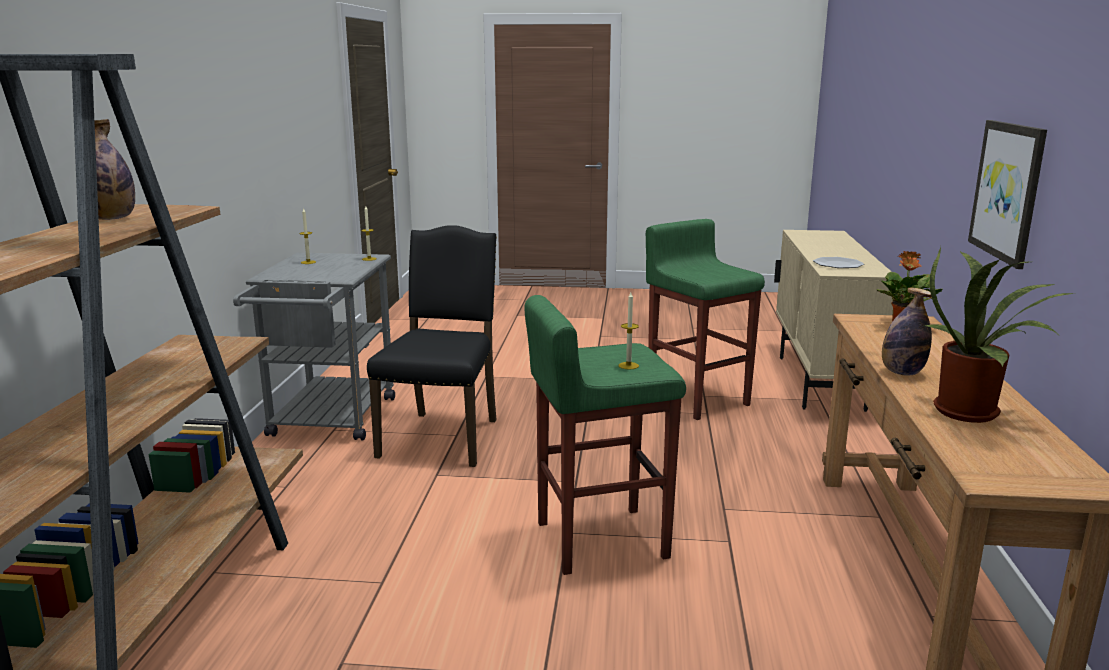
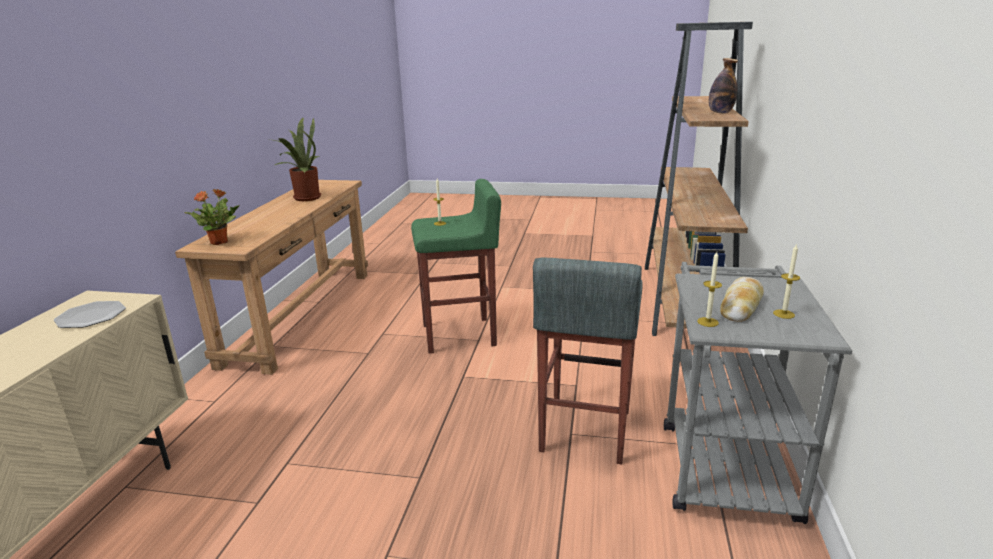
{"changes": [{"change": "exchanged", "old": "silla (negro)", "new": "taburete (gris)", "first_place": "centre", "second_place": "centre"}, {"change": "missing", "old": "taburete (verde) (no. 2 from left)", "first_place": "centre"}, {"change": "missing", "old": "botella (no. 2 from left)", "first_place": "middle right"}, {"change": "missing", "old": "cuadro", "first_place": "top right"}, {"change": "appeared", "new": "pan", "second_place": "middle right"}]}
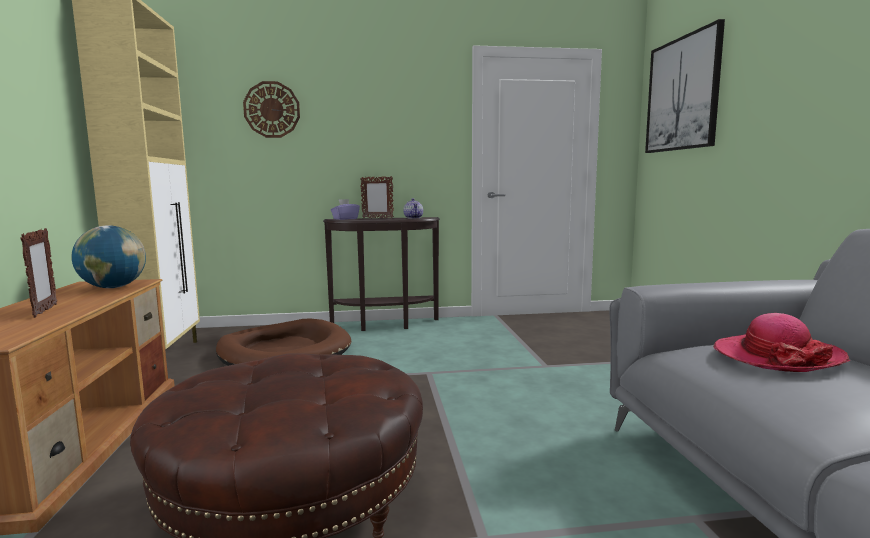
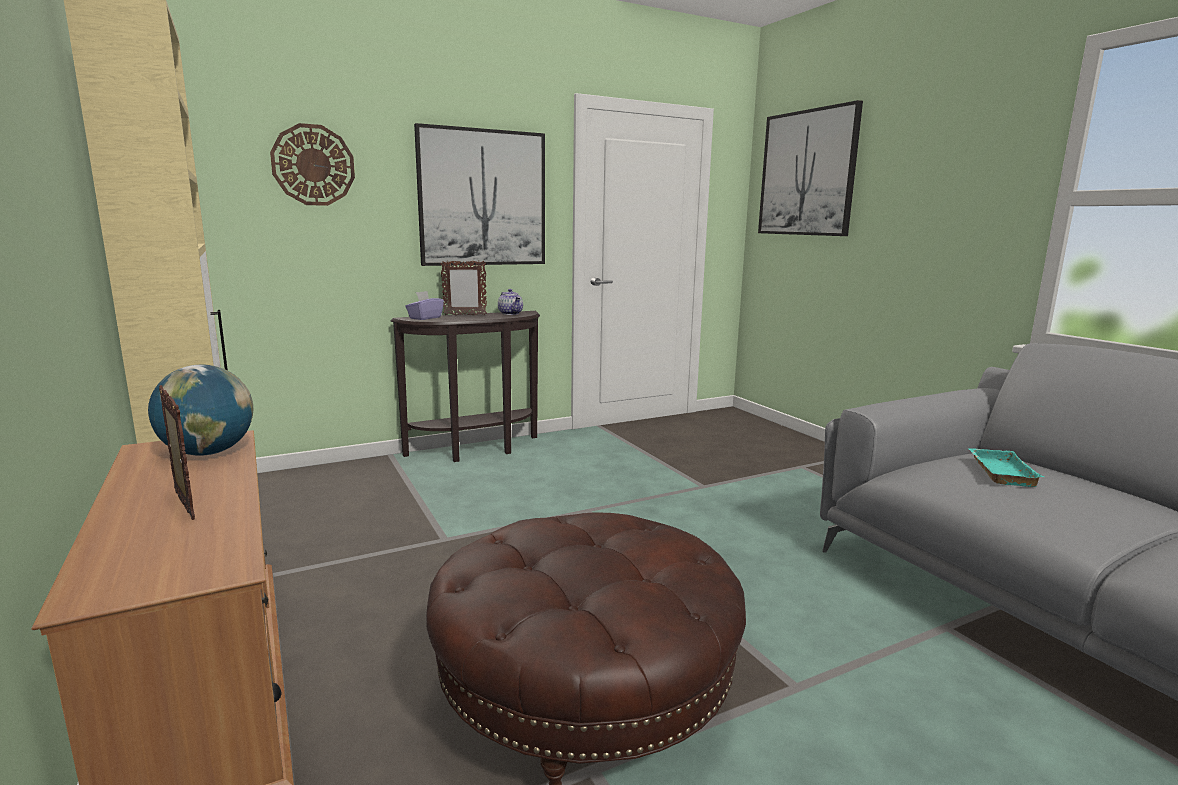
{"changes": [{"change": "missing", "old": "cama para perro (marrón)", "first_place": "middle left"}, {"change": "exchanged", "old": "sombrero", "new": "bandeja (turquesa)", "first_place": "middle right", "second_place": "middle right"}, {"change": "appeared", "new": "cuadro (no. 1 from left)", "second_place": "top centre"}]}
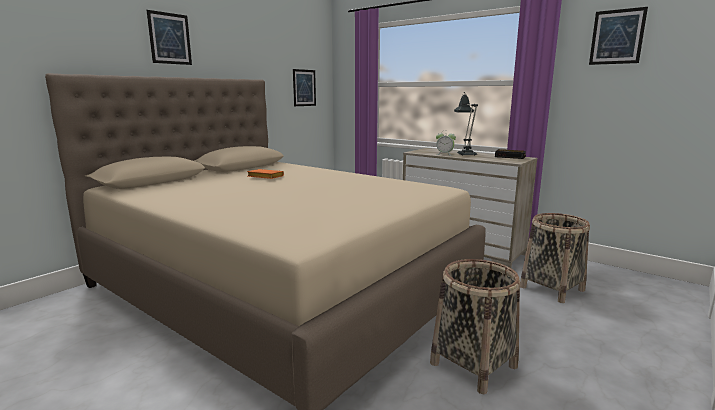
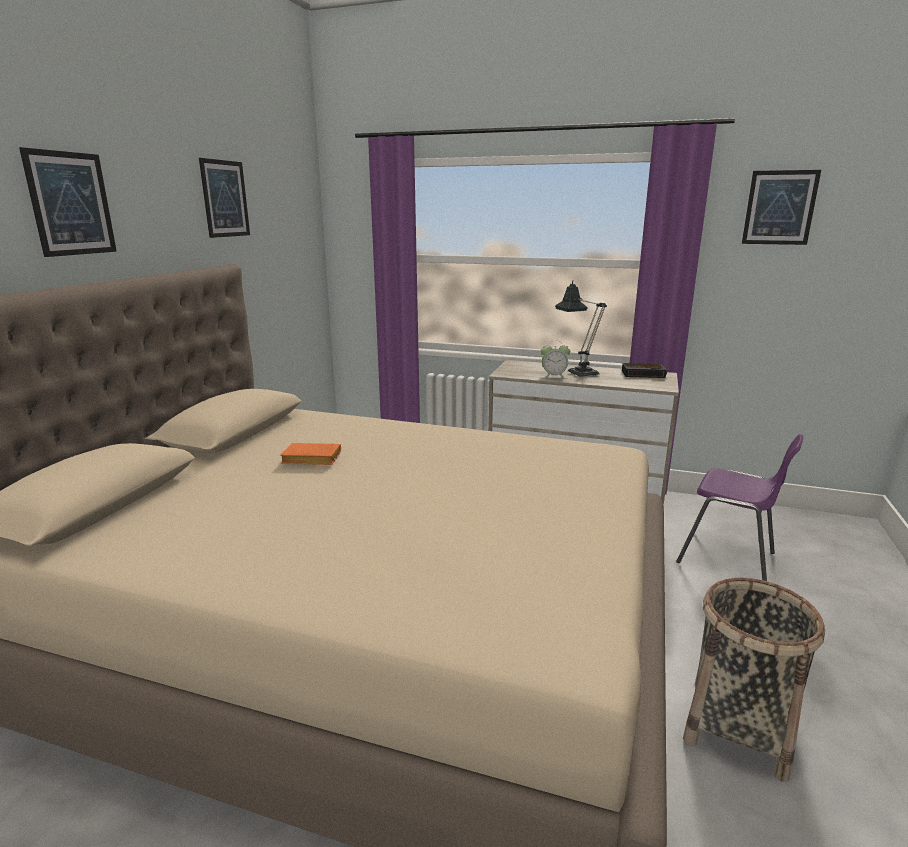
{"changes": [{"change": "relocated", "old": "cuadro (no. 2 from left)", "first_place": "top centre", "second_place": "top left"}, {"change": "exchanged", "old": "cesta (no. 2 from left)", "new": "silla (morado)", "first_place": "middle right", "second_place": "middle right"}]}
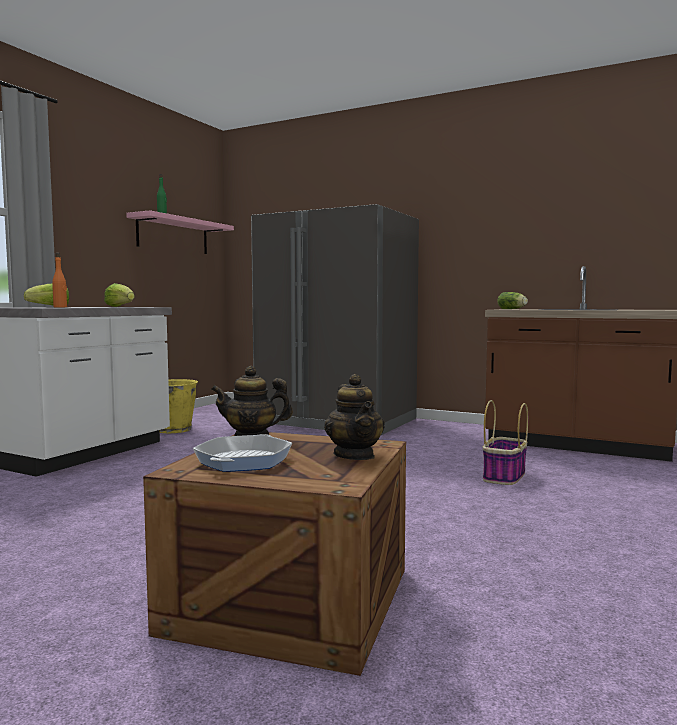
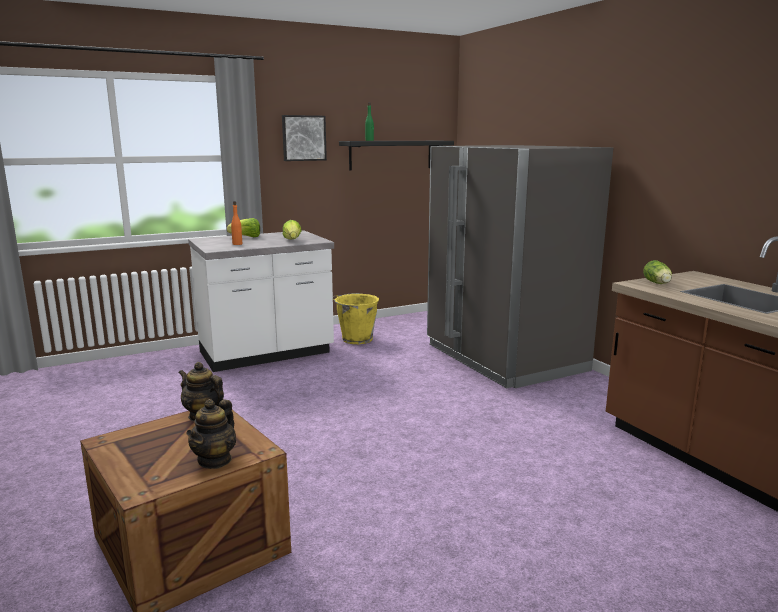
{"changes": [{"change": "colour", "old": "estante (rosa)", "new": "estante (negro)", "first_place": "top left", "second_place": "top centre"}, {"change": "missing", "old": "sartén", "first_place": "centre"}, {"change": "missing", "old": "cesta", "first_place": "middle right"}, {"change": "appeared", "new": "cuadro", "second_place": "top centre"}]}
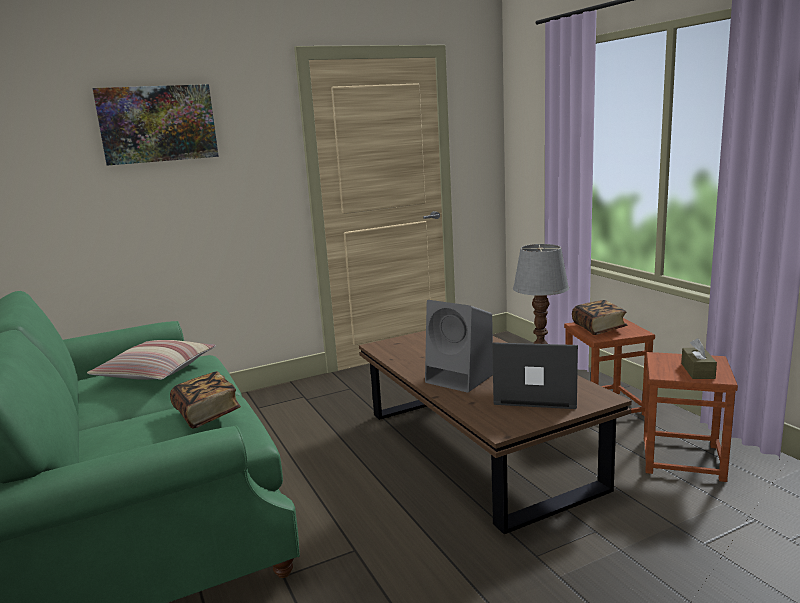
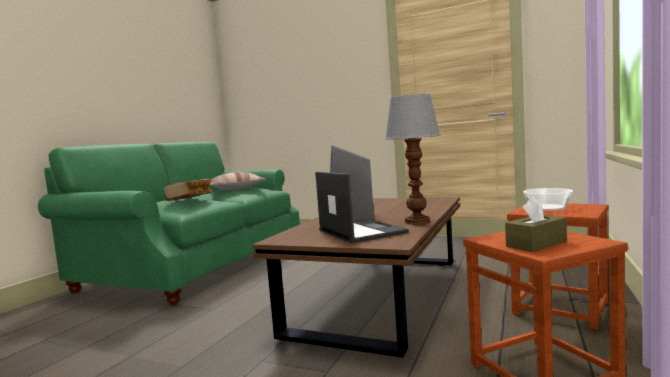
{"changes": [{"change": "missing", "old": "cuadro", "first_place": "top left"}, {"change": "exchanged", "old": "libro (no. 2 from left)", "new": "cuenco", "first_place": "middle right", "second_place": "middle right"}]}
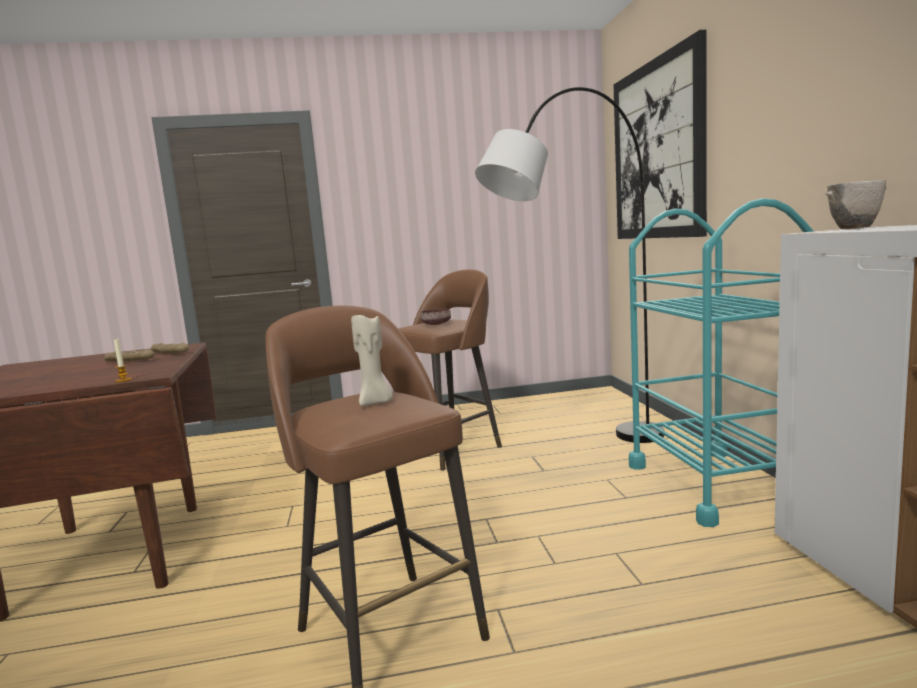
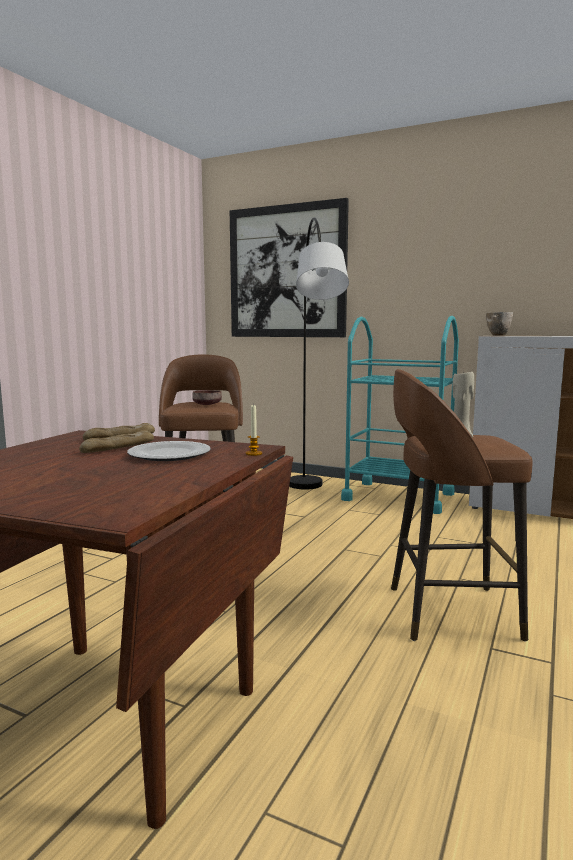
{"changes": [{"change": "appeared", "new": "plato", "second_place": "middle left"}]}
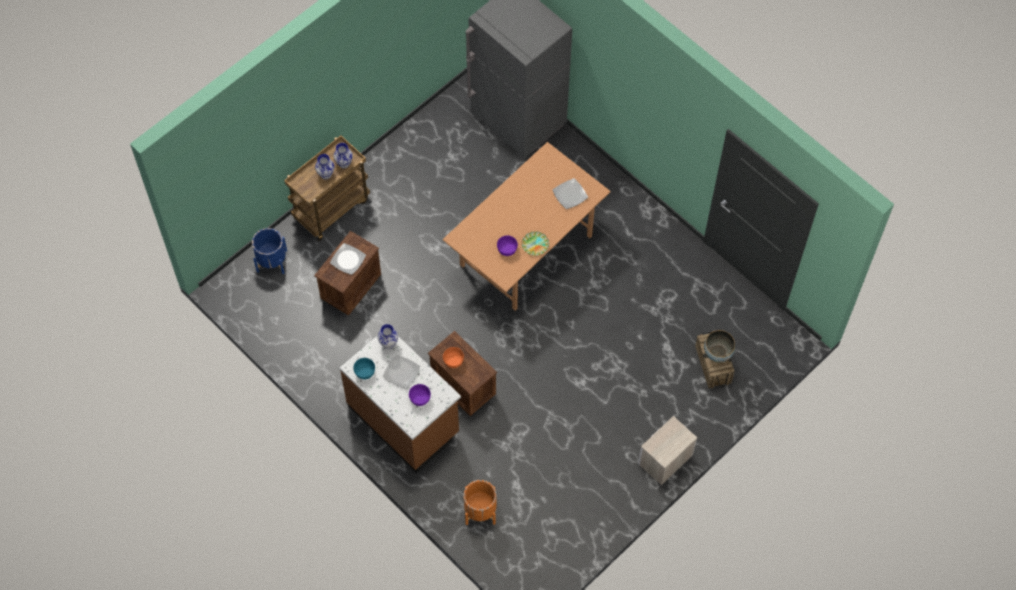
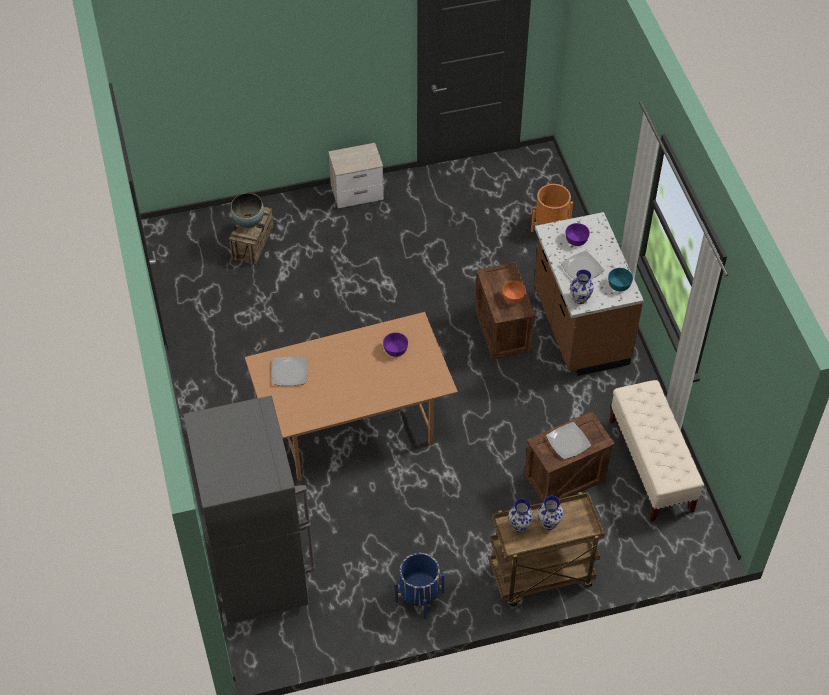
{"changes": [{"change": "relocated", "old": "maceta (azul)", "first_place": "middle left", "second_place": "bottom centre"}, {"change": "missing", "old": "plato (no. 3 from left)", "first_place": "centre"}, {"change": "appeared", "new": "banco (beis)", "second_place": "middle right"}]}
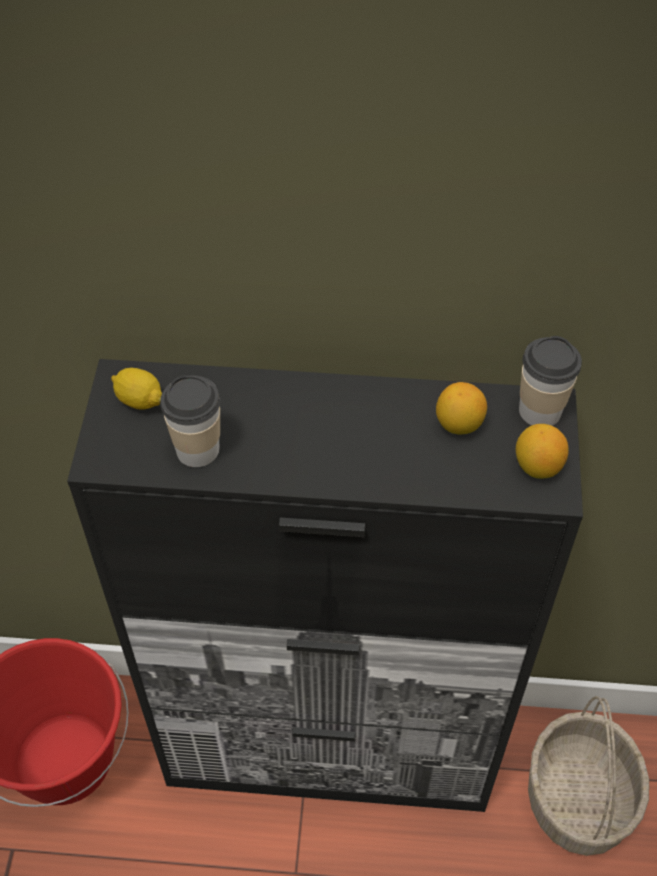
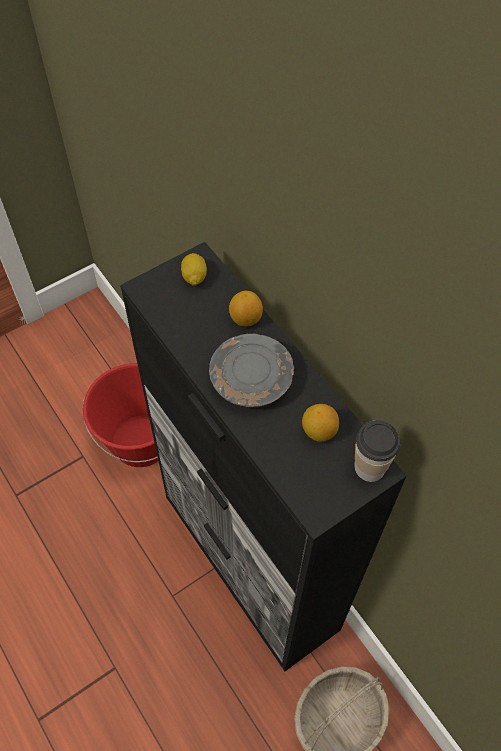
{"changes": [{"change": "missing", "old": "taza (no. 1 from left)", "first_place": "middle left"}, {"change": "relocated", "old": "limón (no. 3 from left in the first image)", "new": "limón (no. 2 from left)", "first_place": "middle right", "second_place": "centre"}, {"change": "appeared", "new": "plato (gris)", "second_place": "centre"}]}
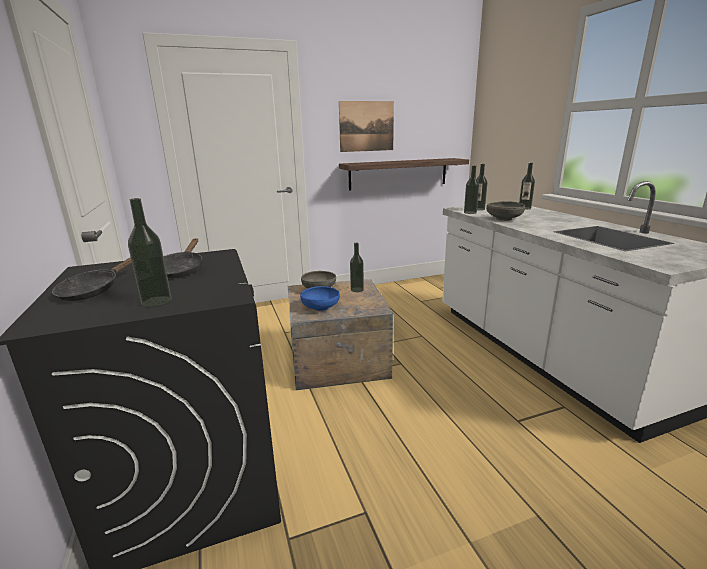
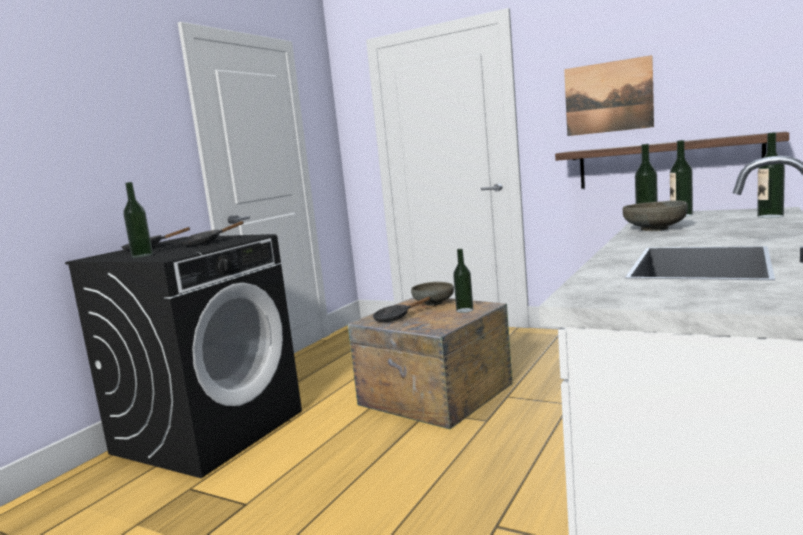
{"changes": [{"change": "exchanged", "old": "cuenco (azul)", "new": "sartén (negro) (no. 3 from left)", "first_place": "centre", "second_place": "centre"}]}
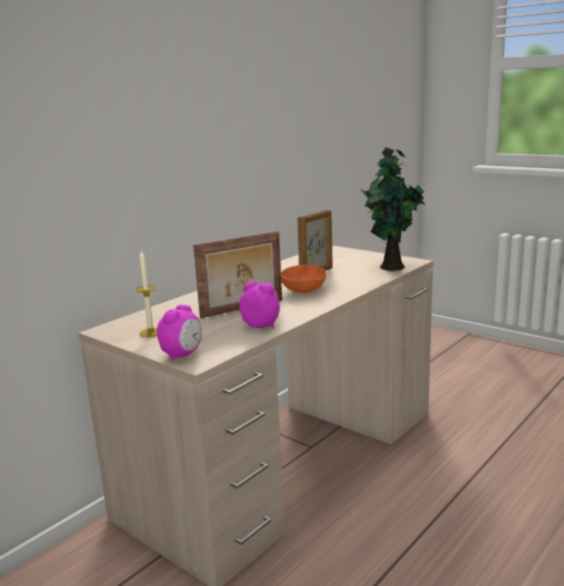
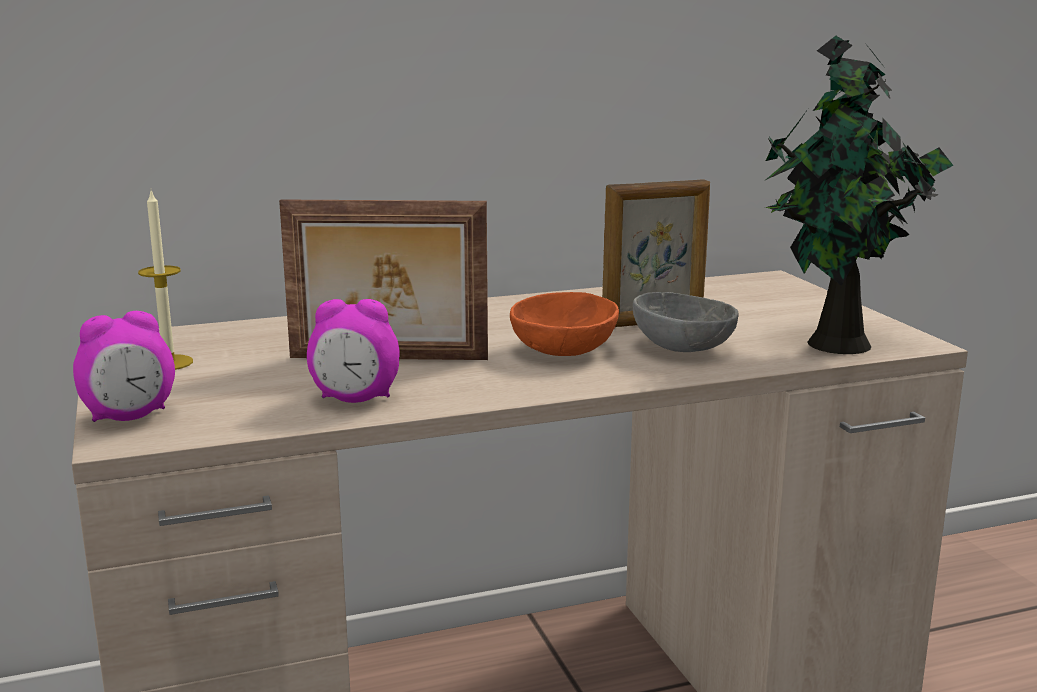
{"changes": [{"change": "spun", "old": "despertador (no. 2 from left)", "first_place": "centre", "second_place": "centre", "degrees": 120}, {"change": "appeared", "new": "cuenco (gris)", "second_place": "centre"}]}
